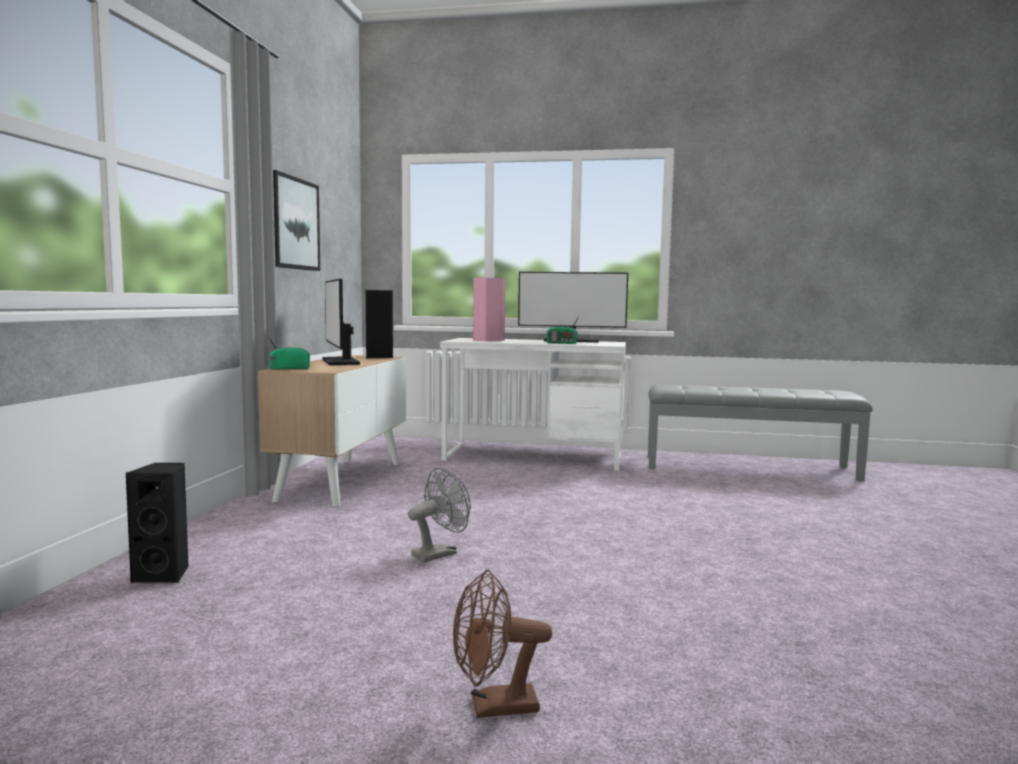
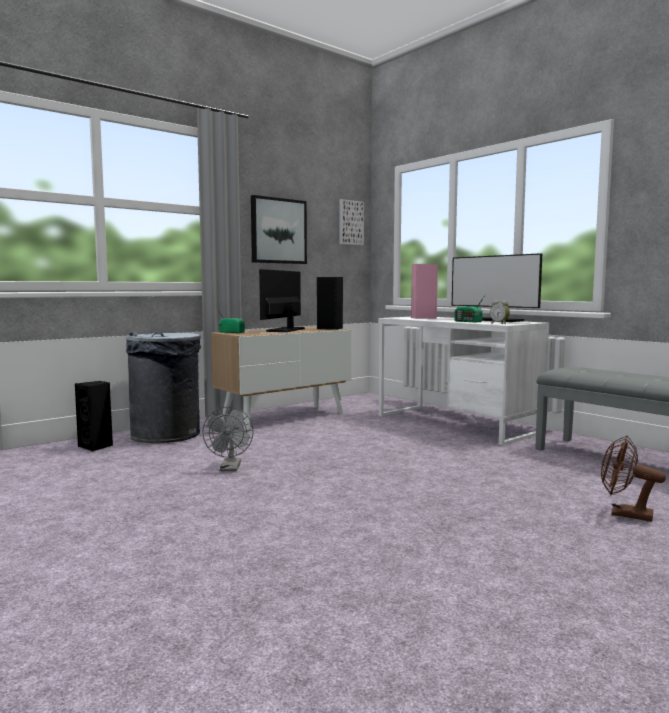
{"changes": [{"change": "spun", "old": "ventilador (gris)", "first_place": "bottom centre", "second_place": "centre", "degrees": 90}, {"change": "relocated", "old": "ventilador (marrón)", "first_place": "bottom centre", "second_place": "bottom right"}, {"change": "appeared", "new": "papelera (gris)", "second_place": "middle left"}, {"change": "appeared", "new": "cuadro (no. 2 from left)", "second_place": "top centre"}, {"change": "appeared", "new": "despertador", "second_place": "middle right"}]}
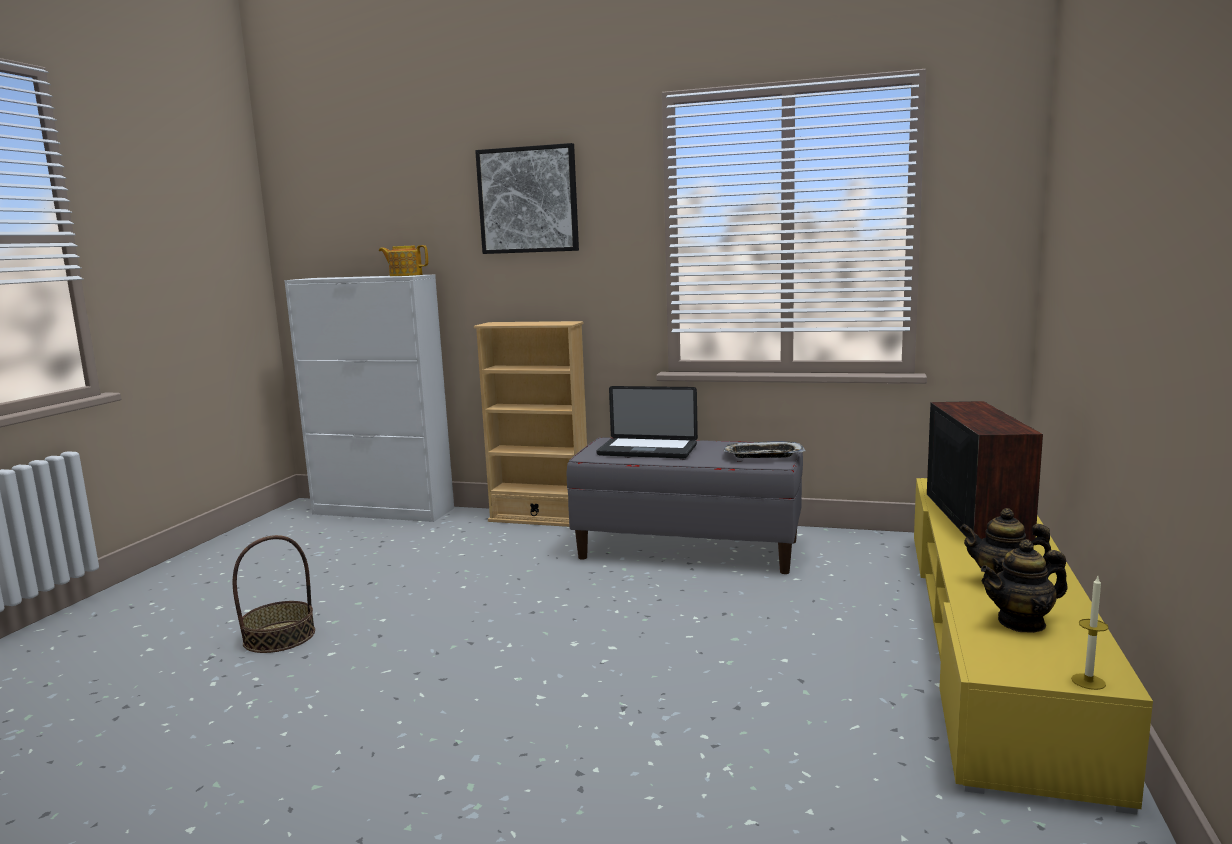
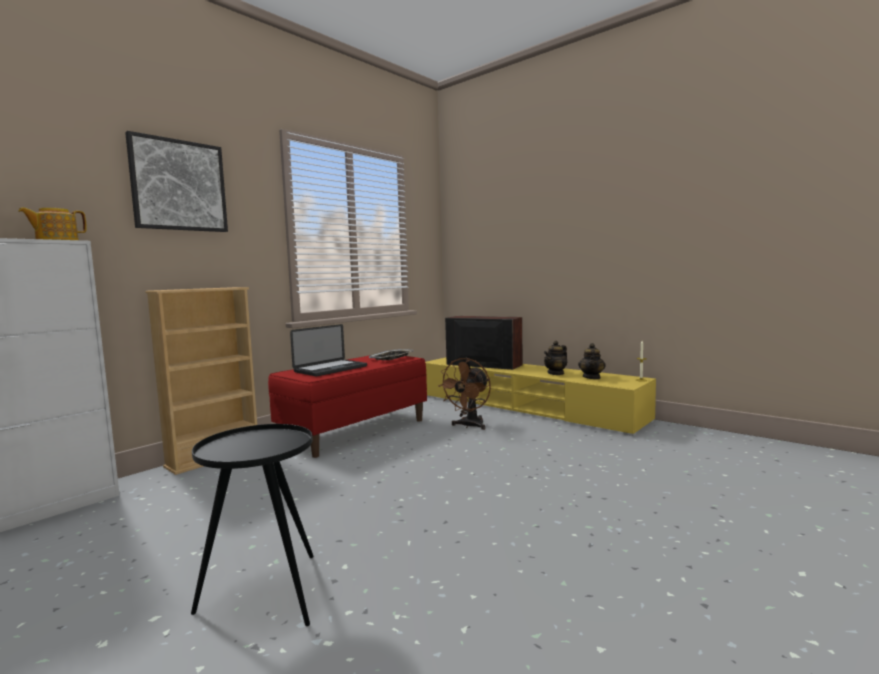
{"changes": [{"change": "exchanged", "old": "cesta", "new": "mesa auxiliar (negro)", "first_place": "bottom left", "second_place": "bottom left"}, {"change": "colour", "old": "banco (gris)", "new": "banco (rojo)", "first_place": "centre", "second_place": "centre"}, {"change": "appeared", "new": "ventilador (marrón)", "second_place": "centre"}]}
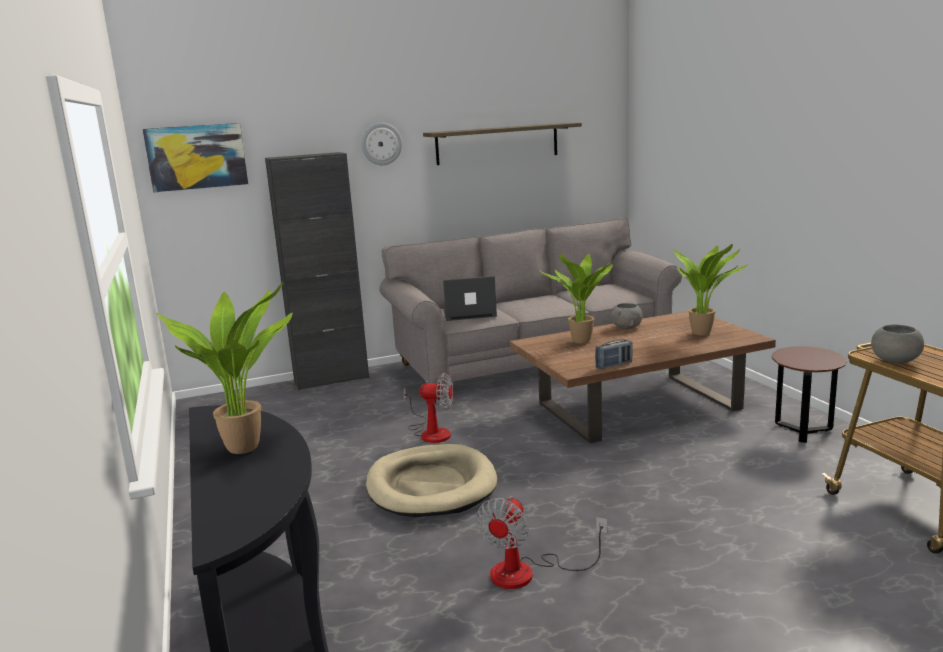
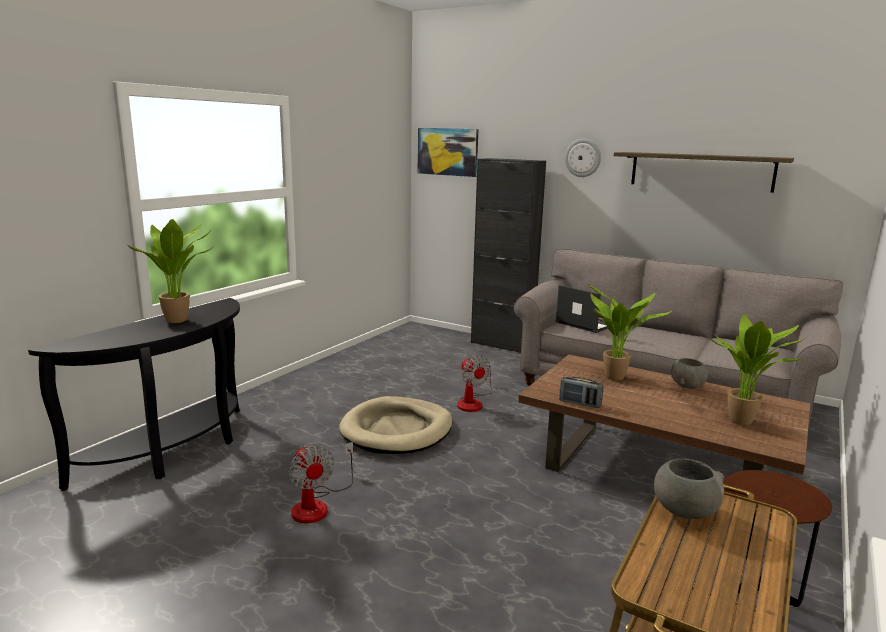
{"changes": [{"change": "spun", "old": "ventilador (no. 2 from left in the first image)", "first_place": "bottom centre", "second_place": "bottom centre", "degrees": -105}]}
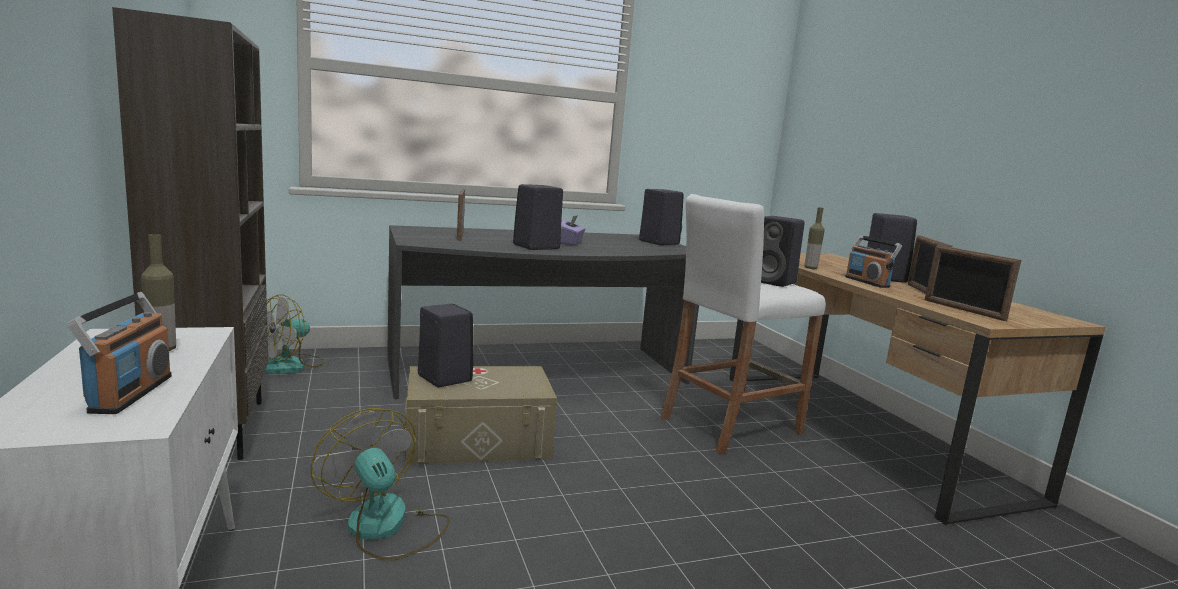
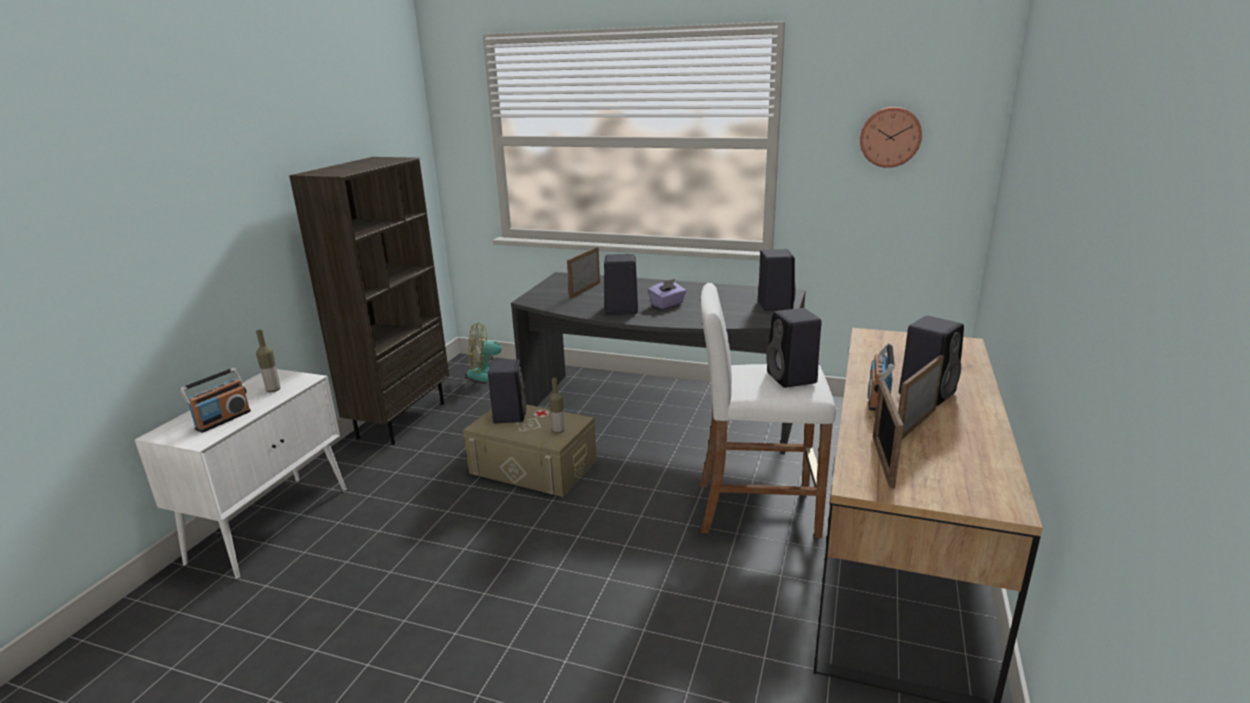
{"changes": [{"change": "missing", "old": "ventilador (no. 2 from left)", "first_place": "bottom left"}, {"change": "relocated", "old": "botella (no. 2 from left)", "first_place": "middle right", "second_place": "centre"}, {"change": "appeared", "new": "reloj de pared", "second_place": "top right"}]}
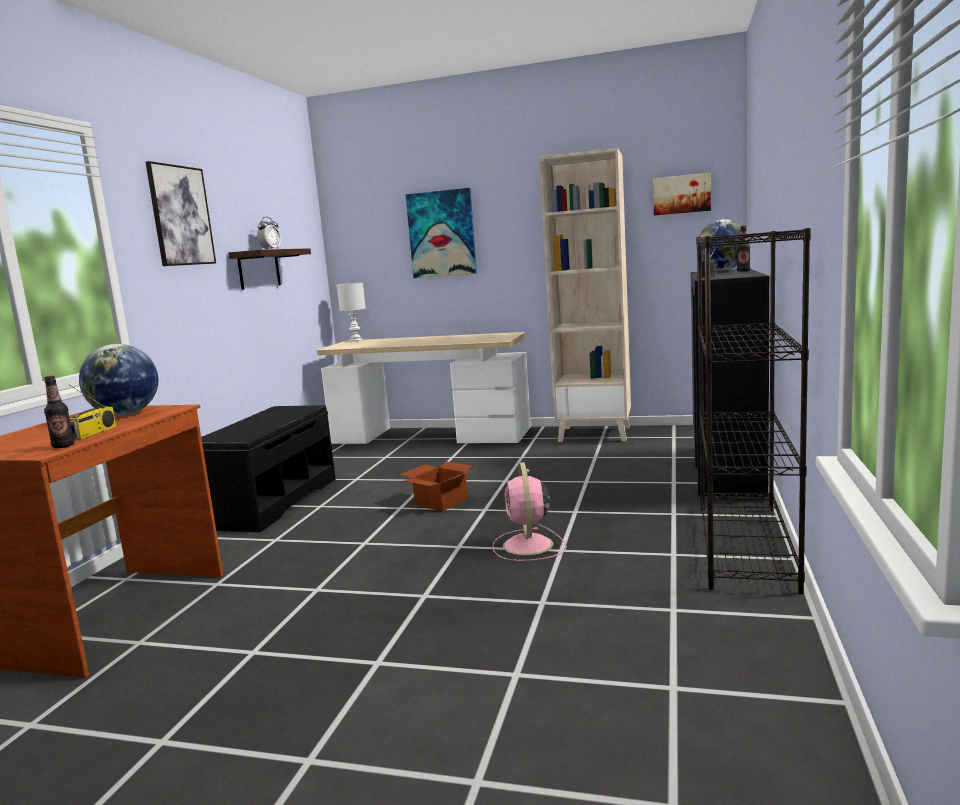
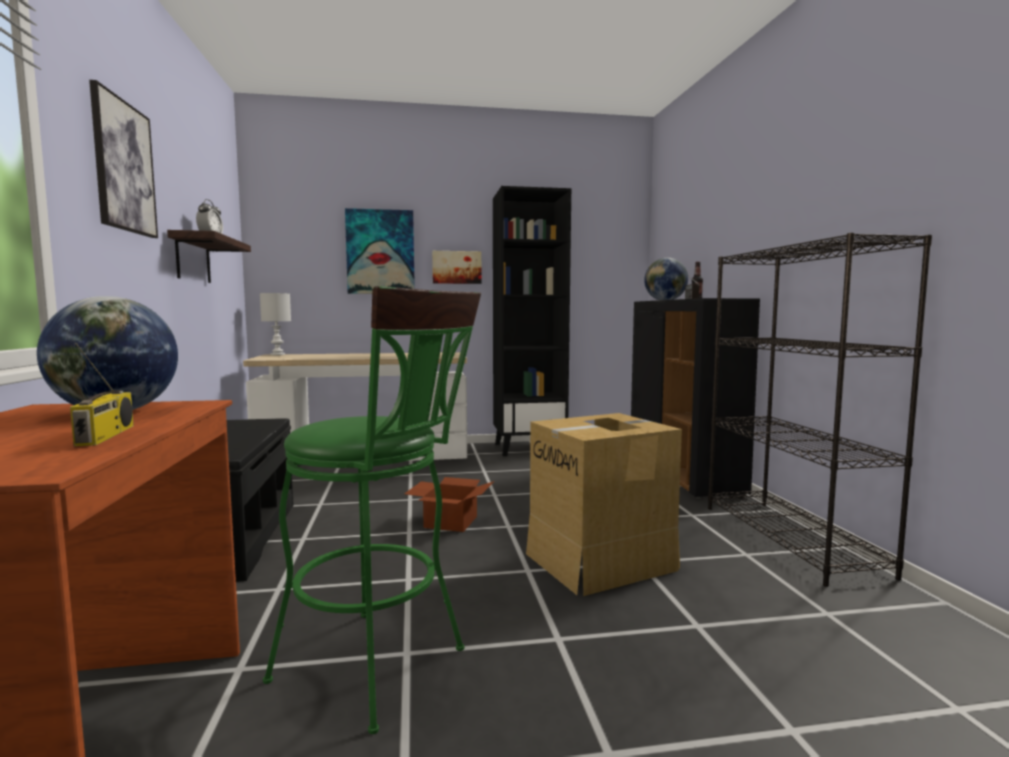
{"changes": [{"change": "missing", "old": "botella (no. 1 from left)", "first_place": "middle left"}, {"change": "exchanged", "old": "ventilador (rosa)", "new": "caja de cartón (no. 2 from left)", "first_place": "centre", "second_place": "centre"}, {"change": "colour", "old": "estantería (beis)", "new": "estantería (negro) (no. 1 from left)", "first_place": "centre", "second_place": "centre"}, {"change": "relocated", "old": "cuadro (no. 3 from left)", "first_place": "top right", "second_place": "centre"}, {"change": "appeared", "new": "taburete (verde)", "second_place": "bottom centre"}]}
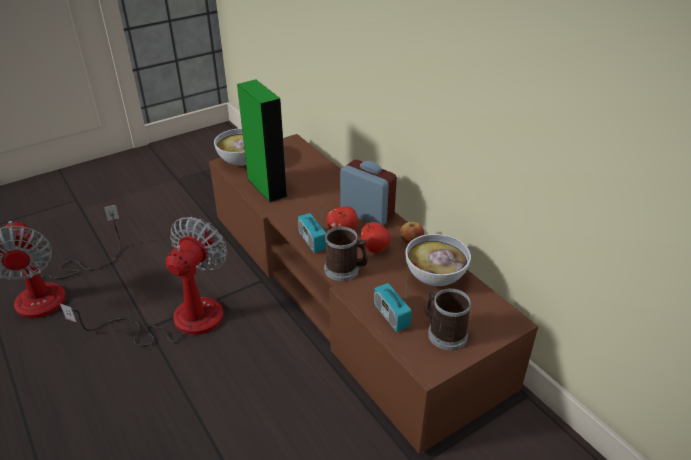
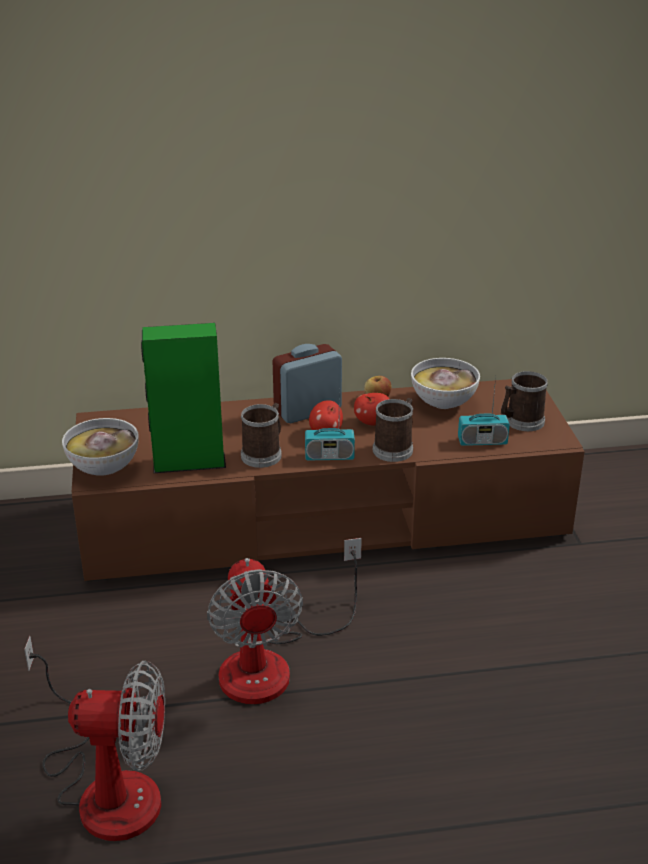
{"changes": [{"change": "spun", "old": "ventilador (no. 2 from left)", "first_place": "middle left", "second_place": "bottom centre", "degrees": -150}, {"change": "appeared", "new": "taza grande (no. 1 from left)", "second_place": "centre"}]}
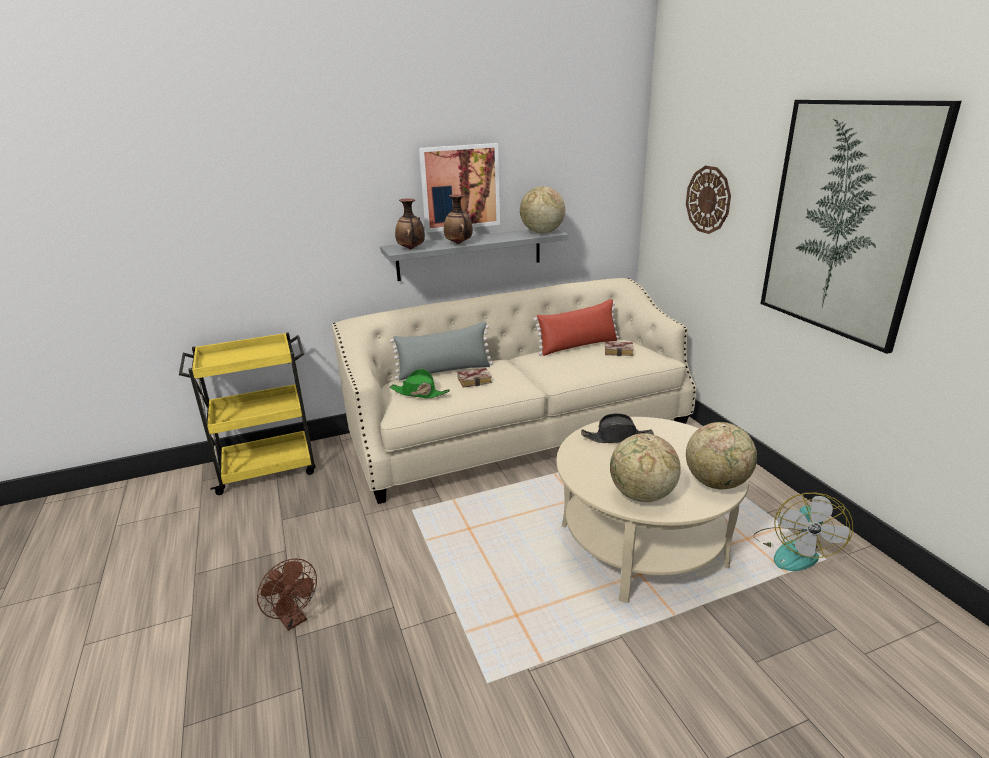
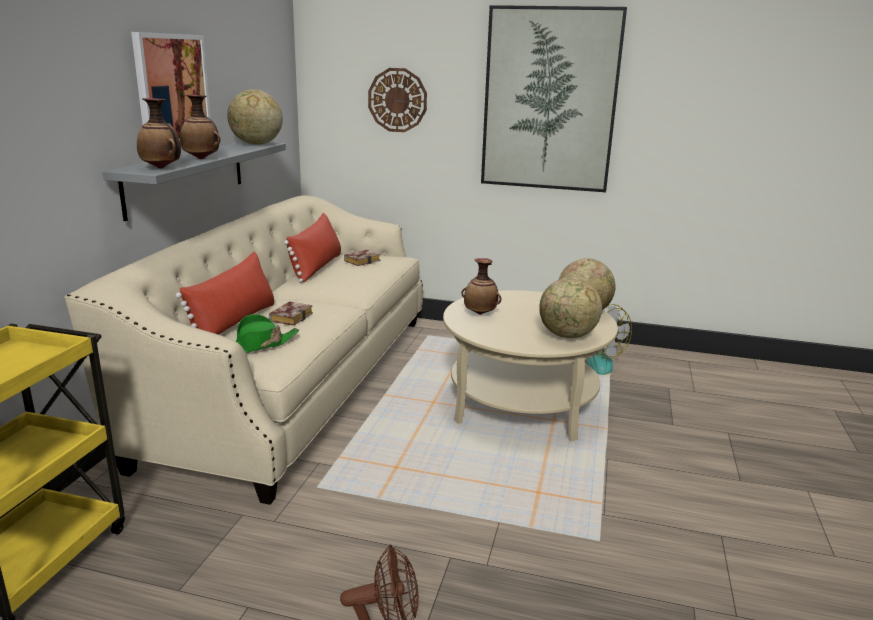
{"changes": [{"change": "colour", "old": "cojín (gris)", "new": "cojín (rojo) (no. 1 from left)", "first_place": "centre", "second_place": "middle left"}, {"change": "exchanged", "old": "sombrero (negro)", "new": "florero (no. 3 from left)", "first_place": "centre", "second_place": "centre"}]}
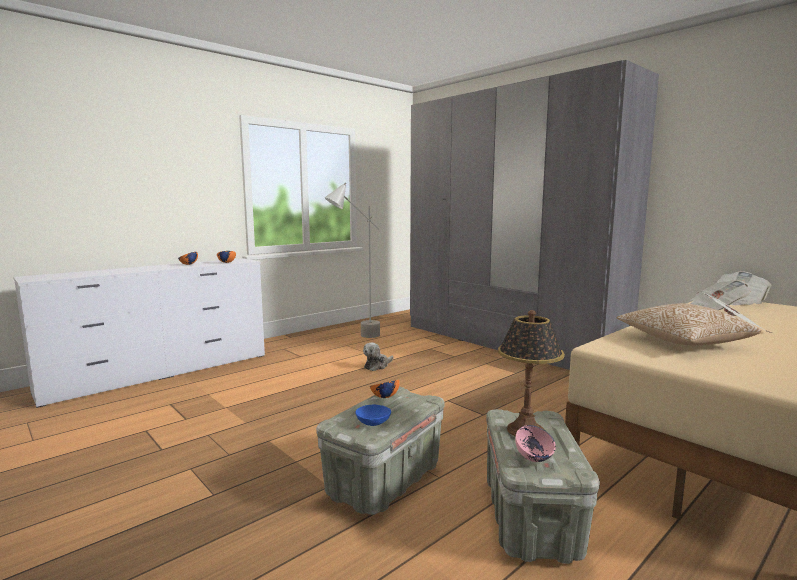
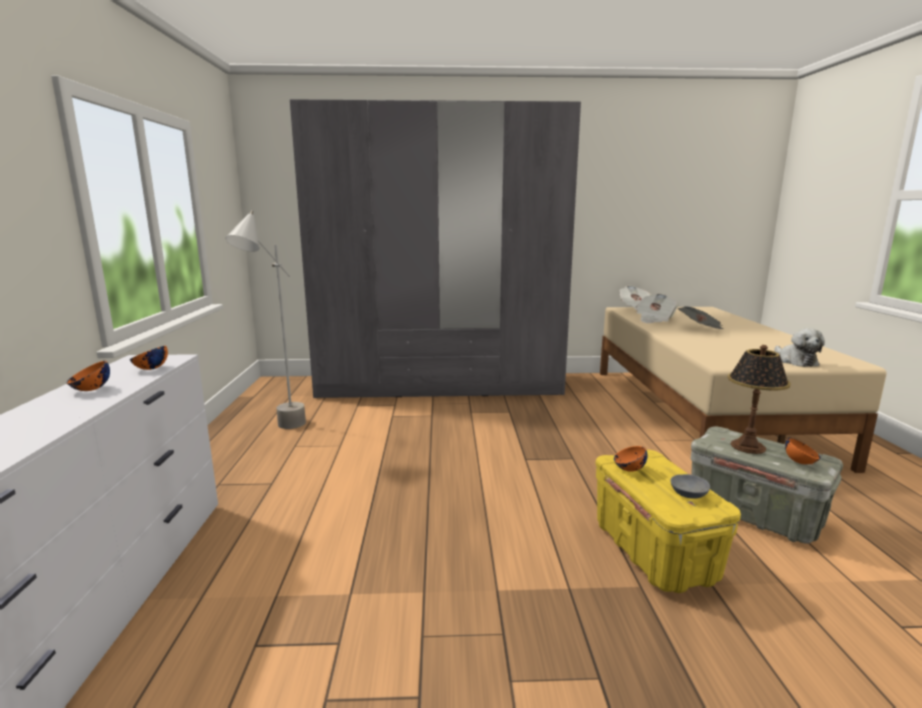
{"changes": [{"change": "colour", "old": "caja de almacenaje (gris) (no. 1 from left)", "new": "caja de almacenaje (amarillo)", "first_place": "bottom centre", "second_place": "bottom right"}, {"change": "colour", "old": "cuenco (azul)", "new": "cuenco (gris)", "first_place": "bottom centre", "second_place": "bottom right"}, {"change": "relocated", "old": "peluche", "first_place": "centre", "second_place": "middle right"}, {"change": "colour", "old": "cuenco (rosa)", "new": "cuenco (naranja) (no. 4 from left)", "first_place": "bottom right", "second_place": "middle right"}, {"change": "missing", "old": "cojín", "first_place": "middle right"}]}
